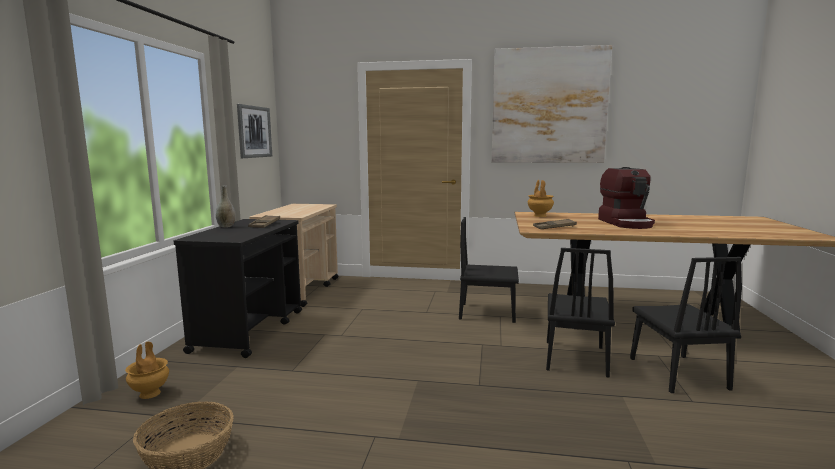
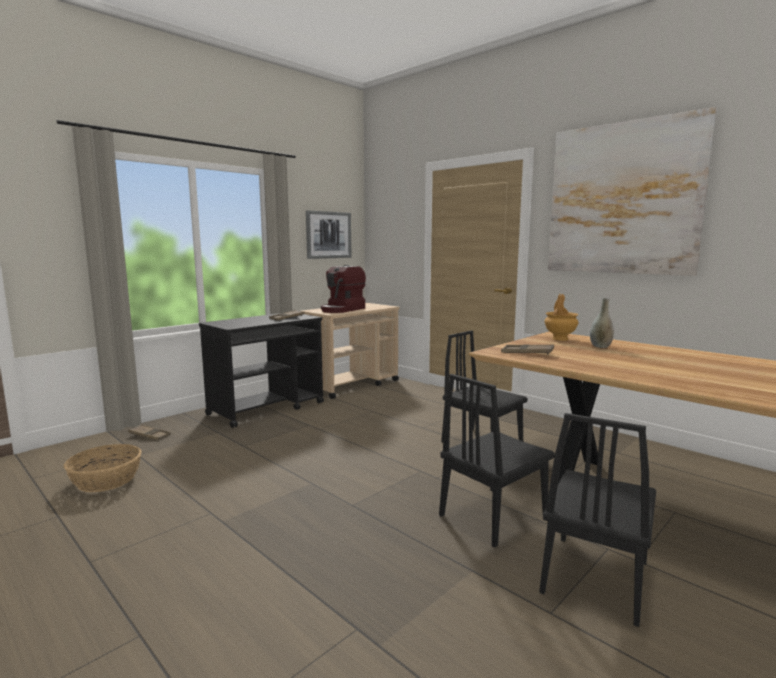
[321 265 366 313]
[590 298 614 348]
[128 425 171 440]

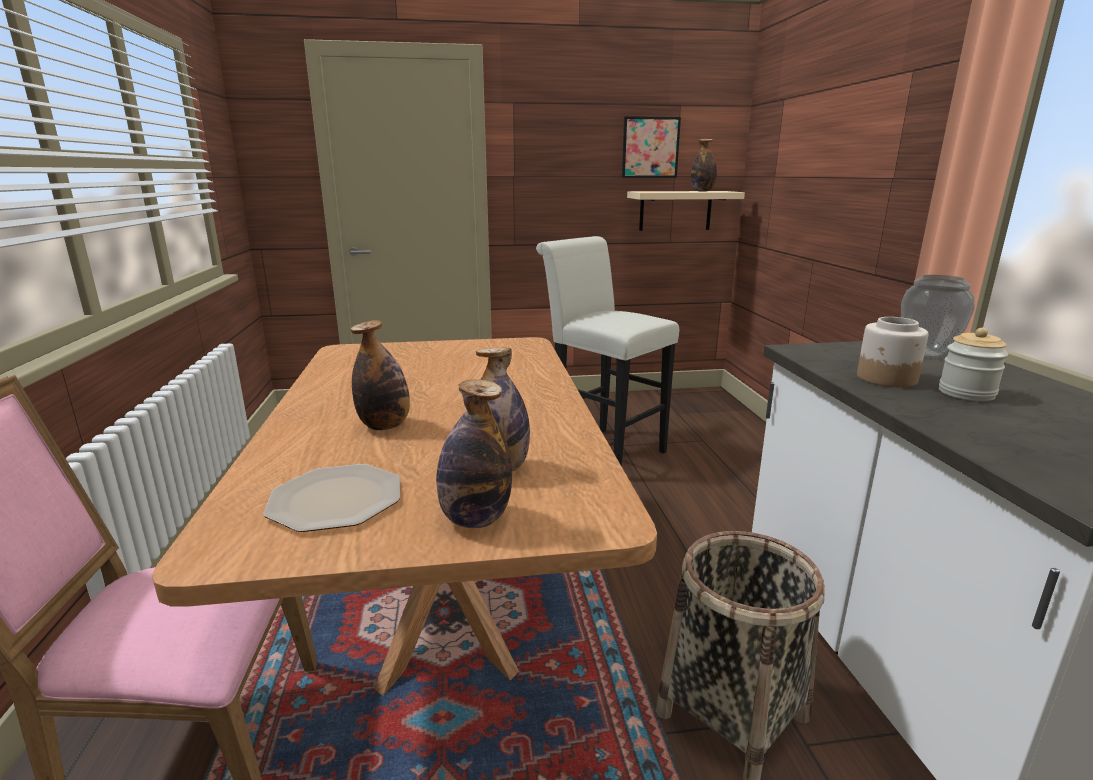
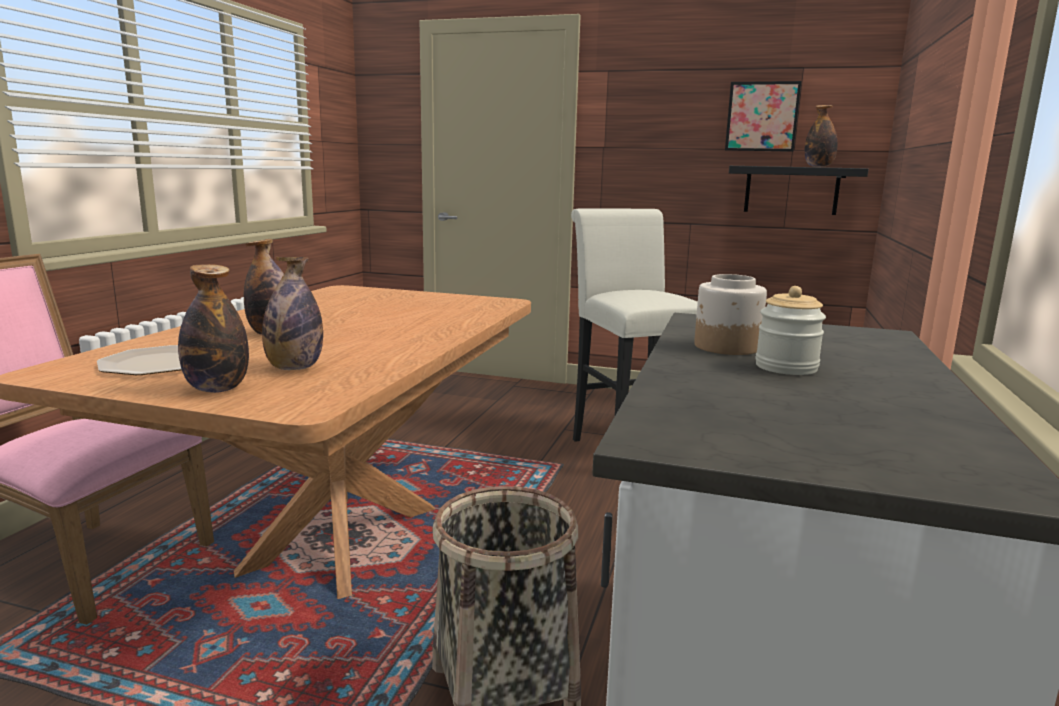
[729 166 868 215]
[901 275 975 357] (first image)

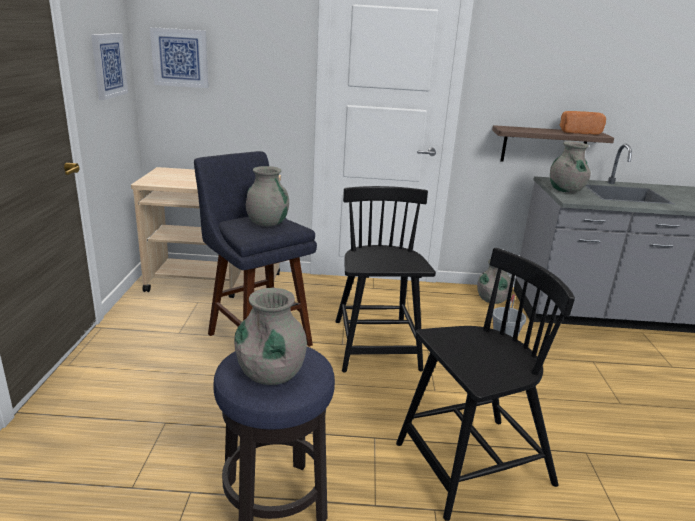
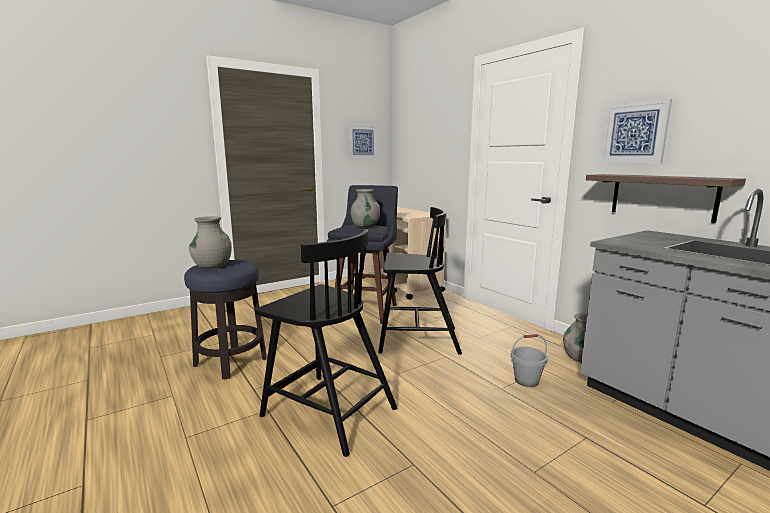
[600 99 672 163]
[560 111 606 135] (first image)
[550 141 591 193] (first image)
[378 207 462 355]

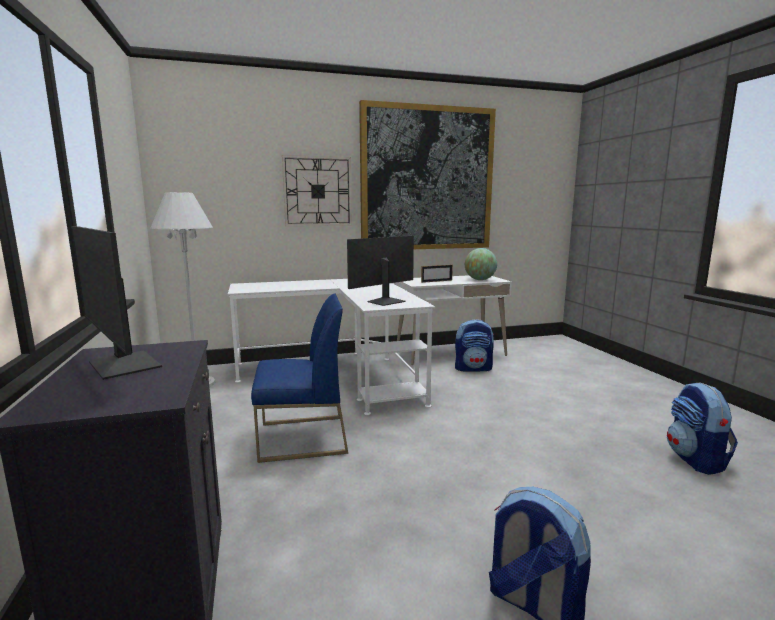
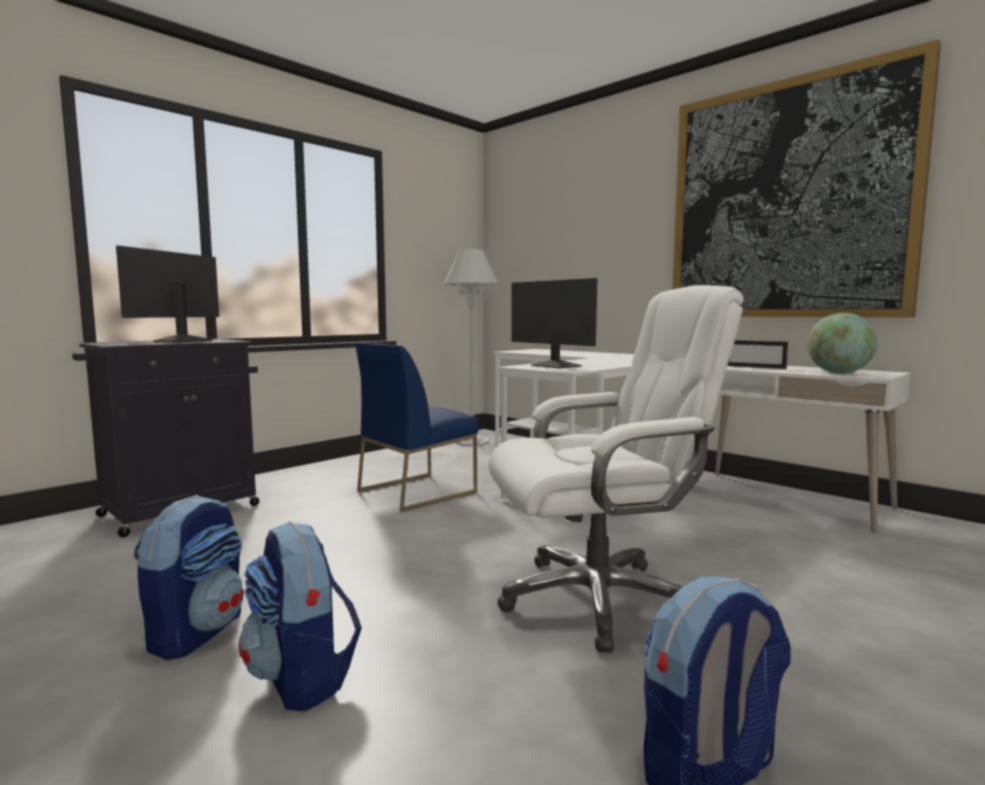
[282 155 352 226] (first image)
[511 278 598 368]
[355 342 478 512]
[239 522 362 711]
[489 285 744 652]

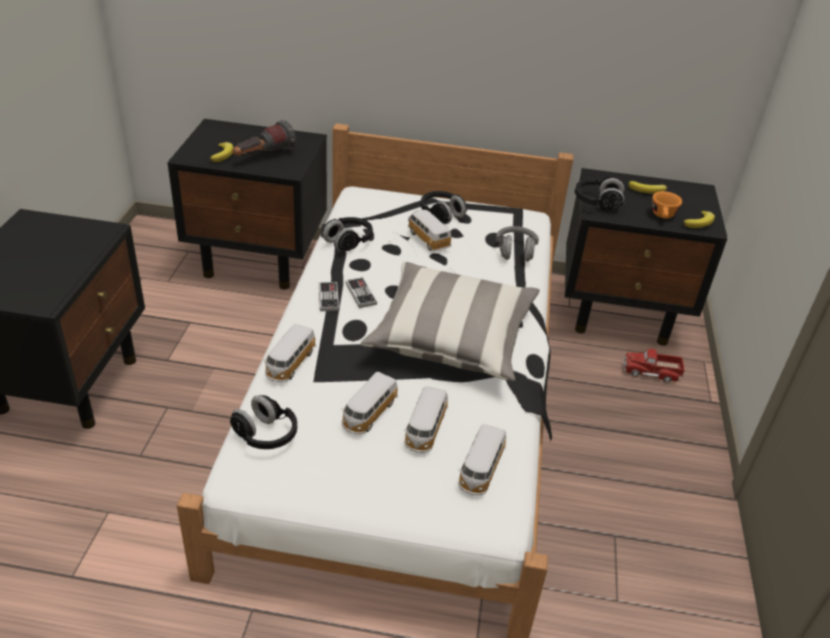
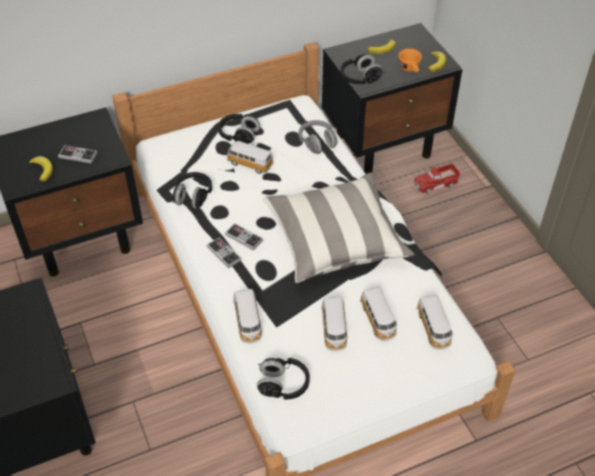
[58 145 98 164]

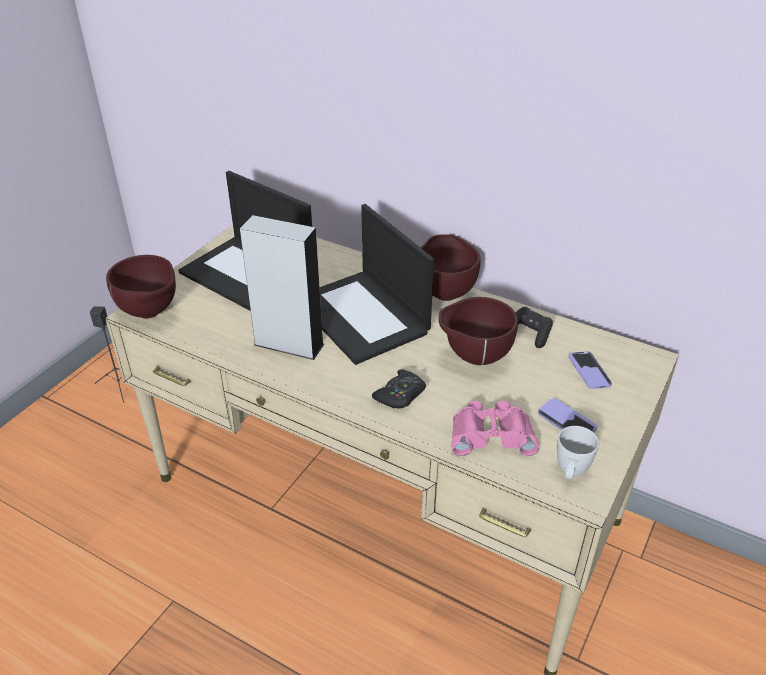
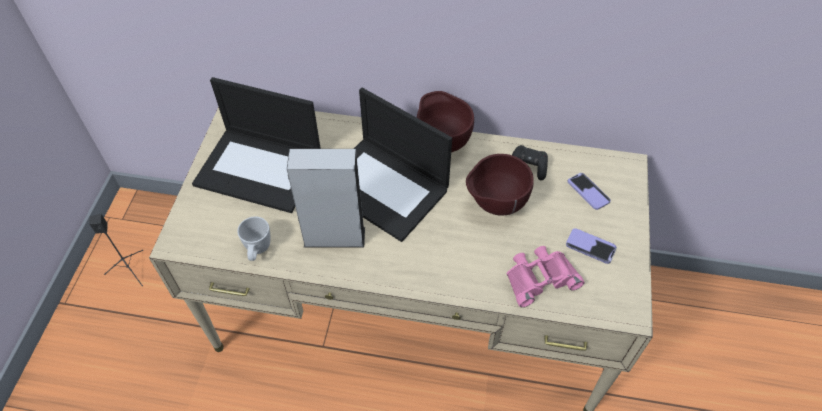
[106 255 176 318] (first image)
[372 369 426 409] (first image)
[237 217 270 261]

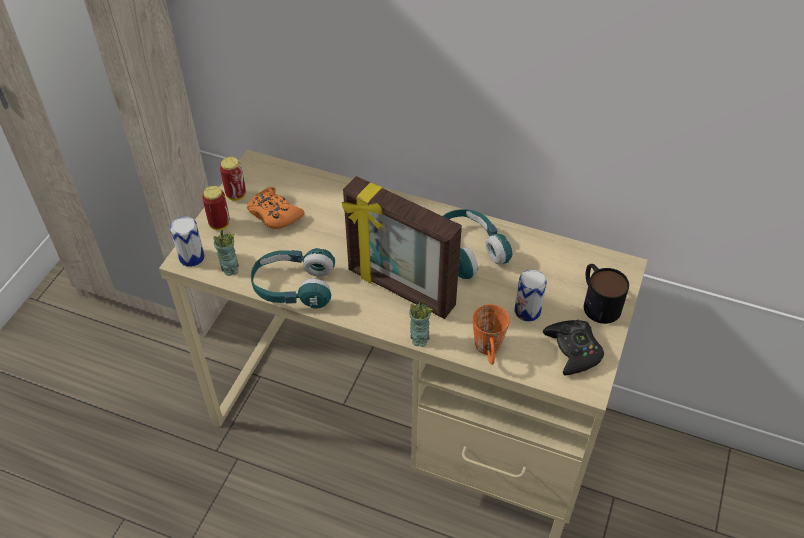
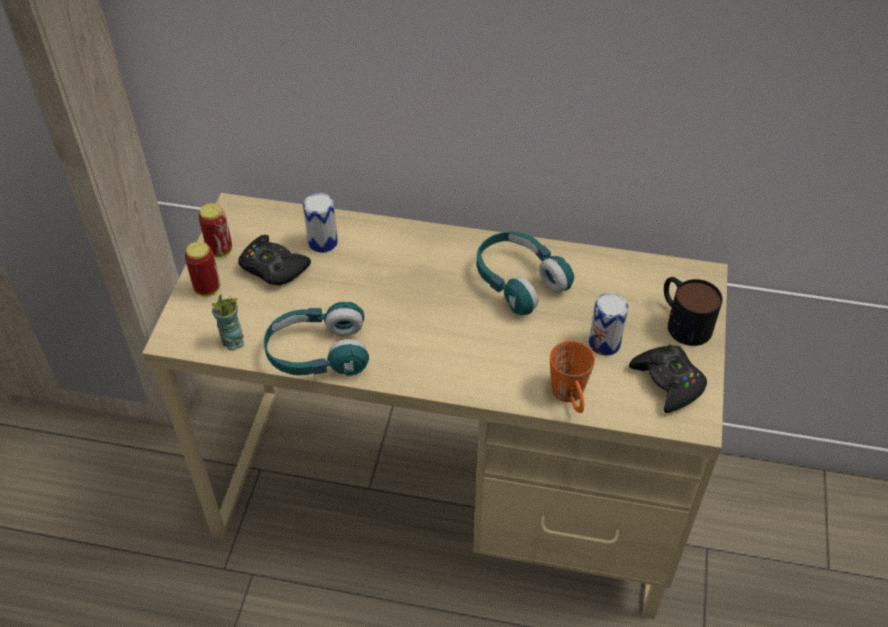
[342 176 462 319] (first image)
[238 235 311 286]
[303 193 338 253]
[409 300 433 347] (first image)

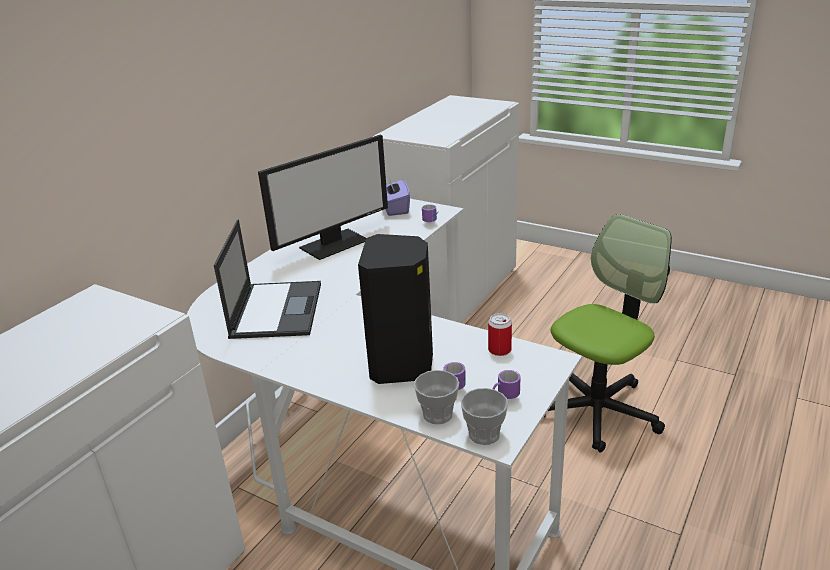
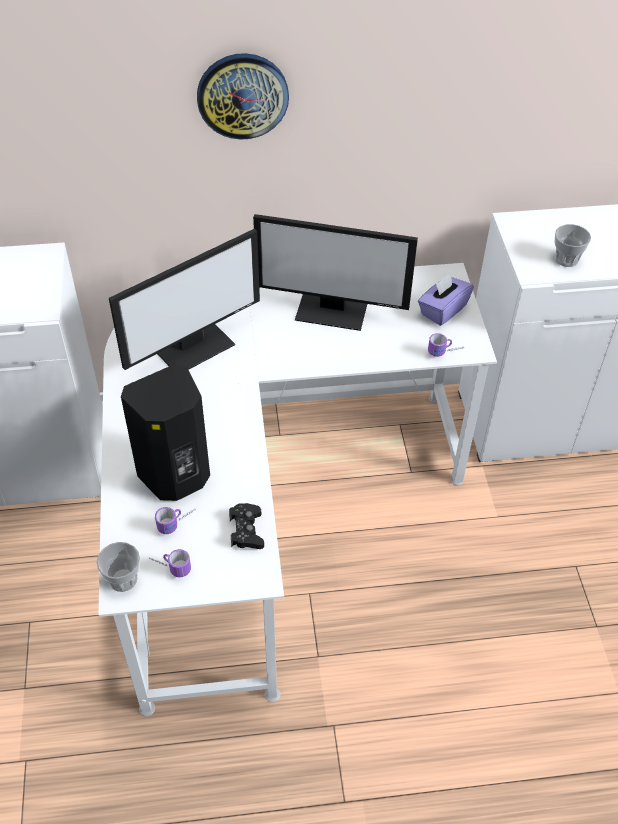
[544 214 672 453] (first image)
[109 229 260 370]
[229 503 264 549]
[554 224 591 267]
[197 53 289 140]

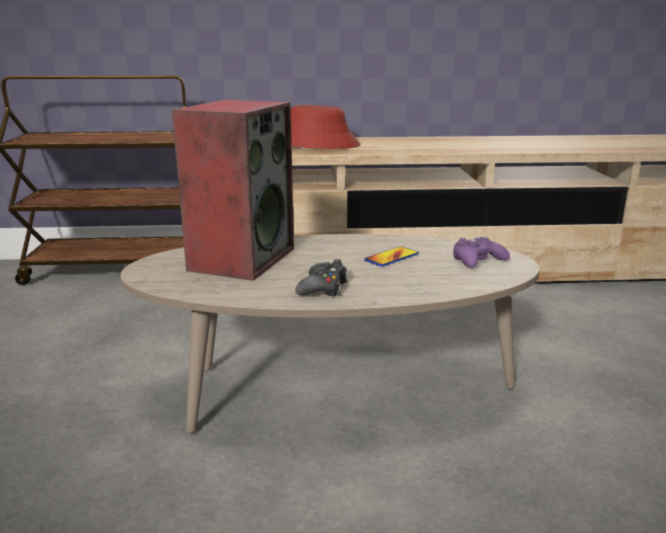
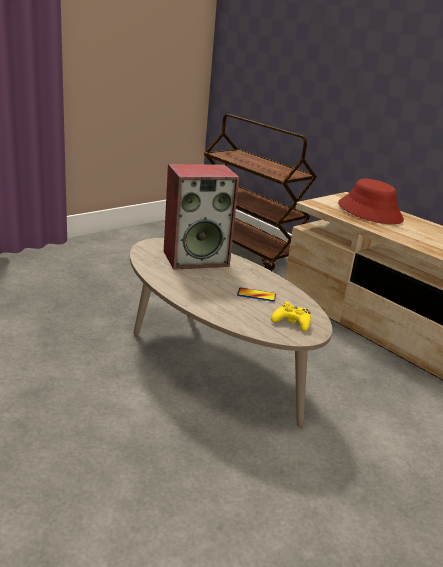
[271 302 311 331]
[295 259 348 297] (first image)

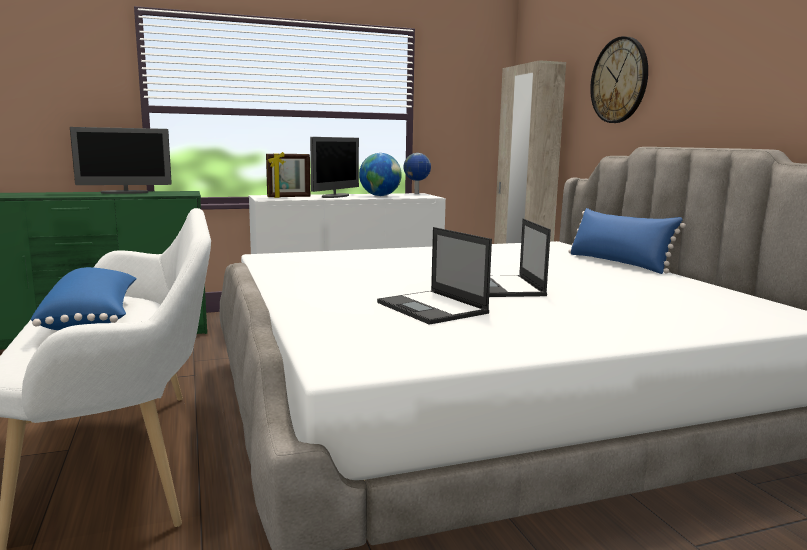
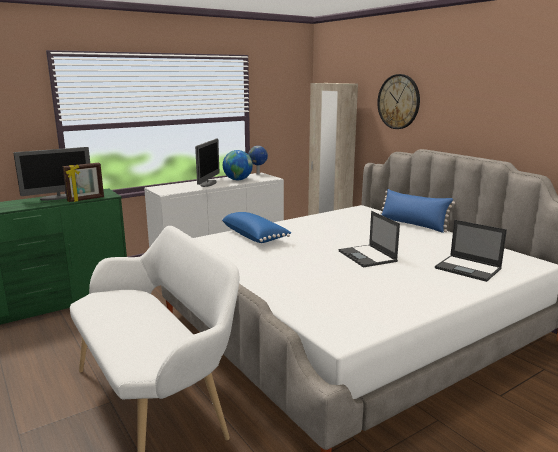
[63 163 104 202]
[435 220 507 282]
[222 212 291 243]

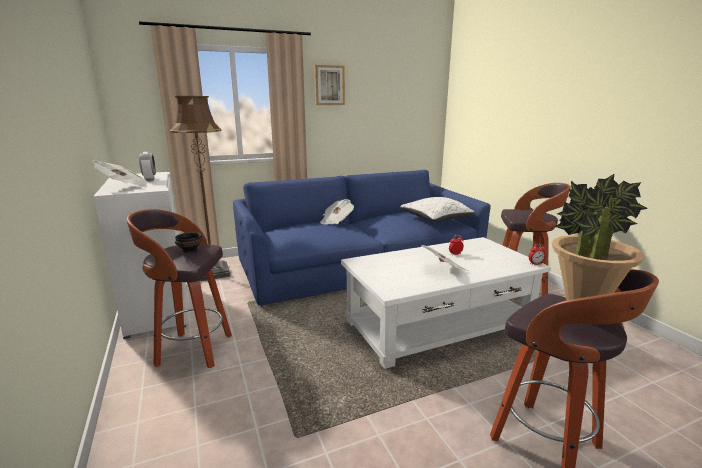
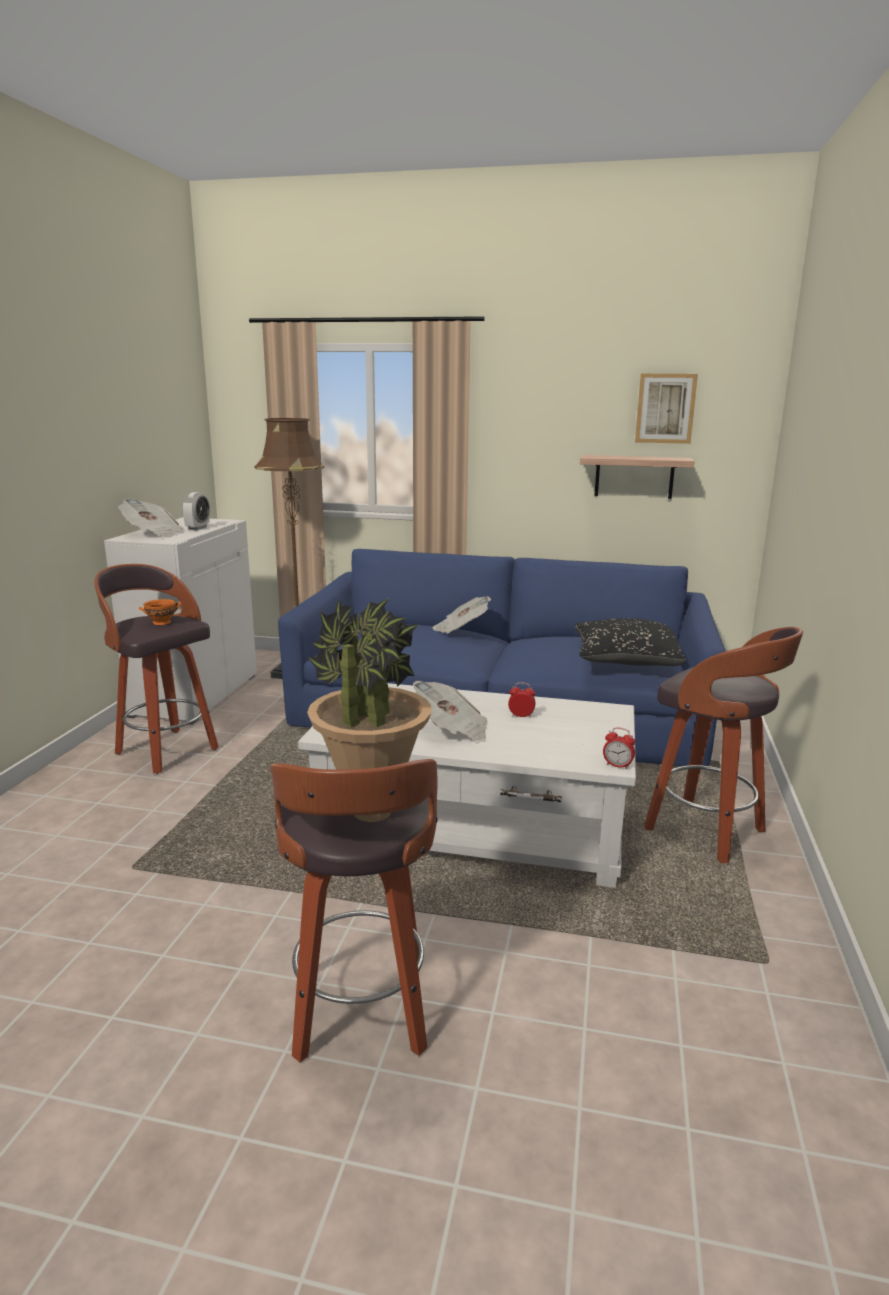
[635 374 698 444]
[575 618 686 666]
[139 599 181 625]
[580 455 695 499]

